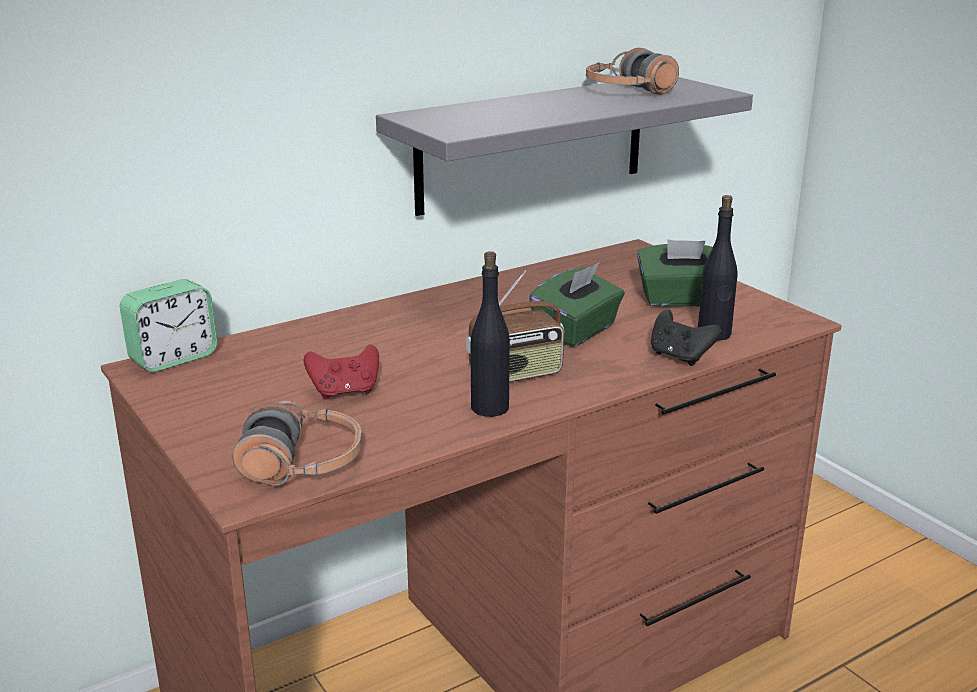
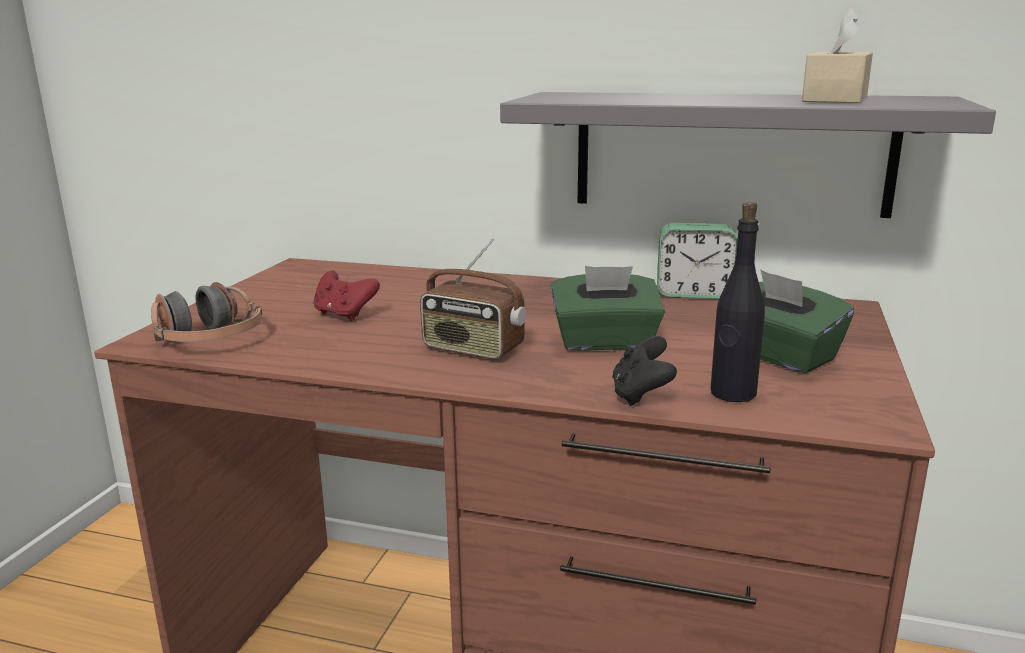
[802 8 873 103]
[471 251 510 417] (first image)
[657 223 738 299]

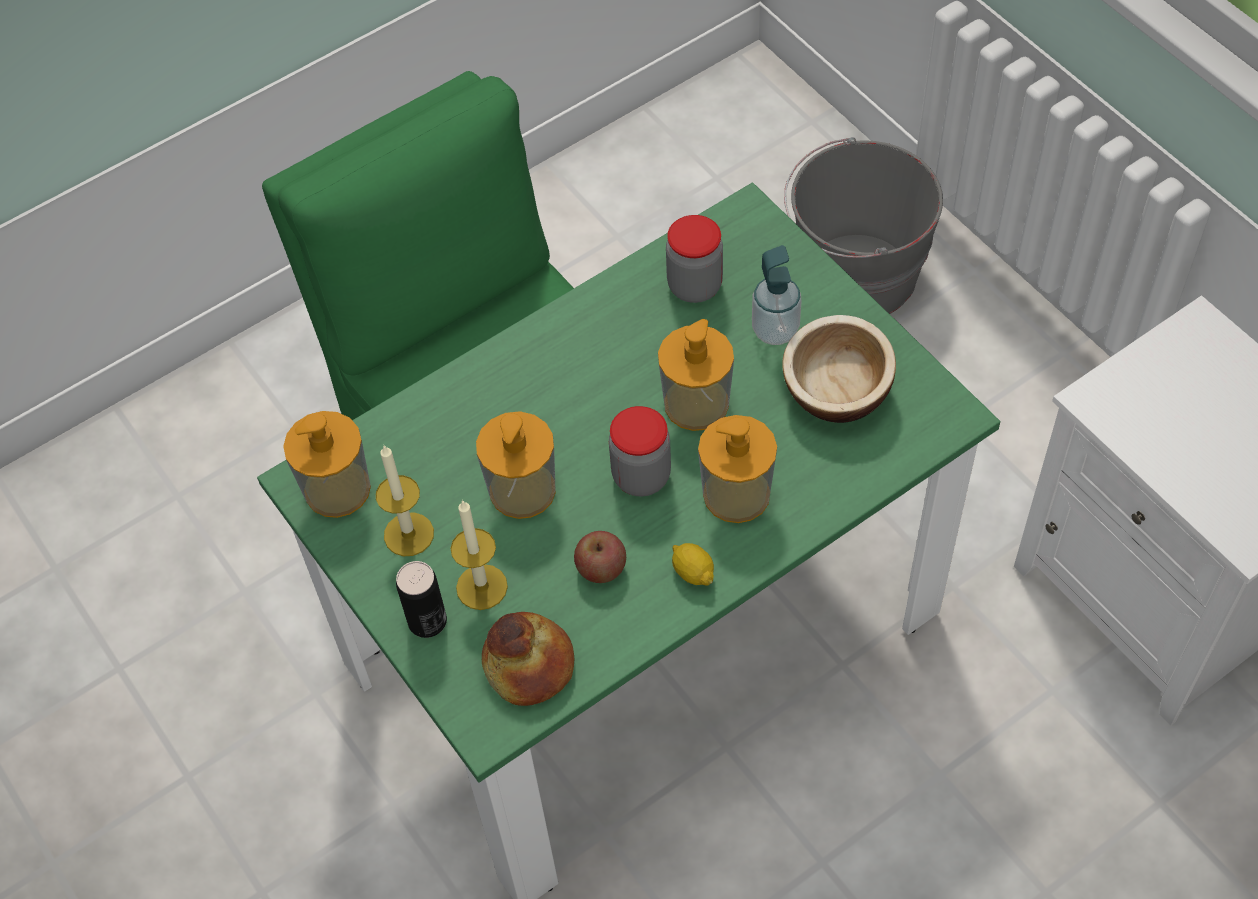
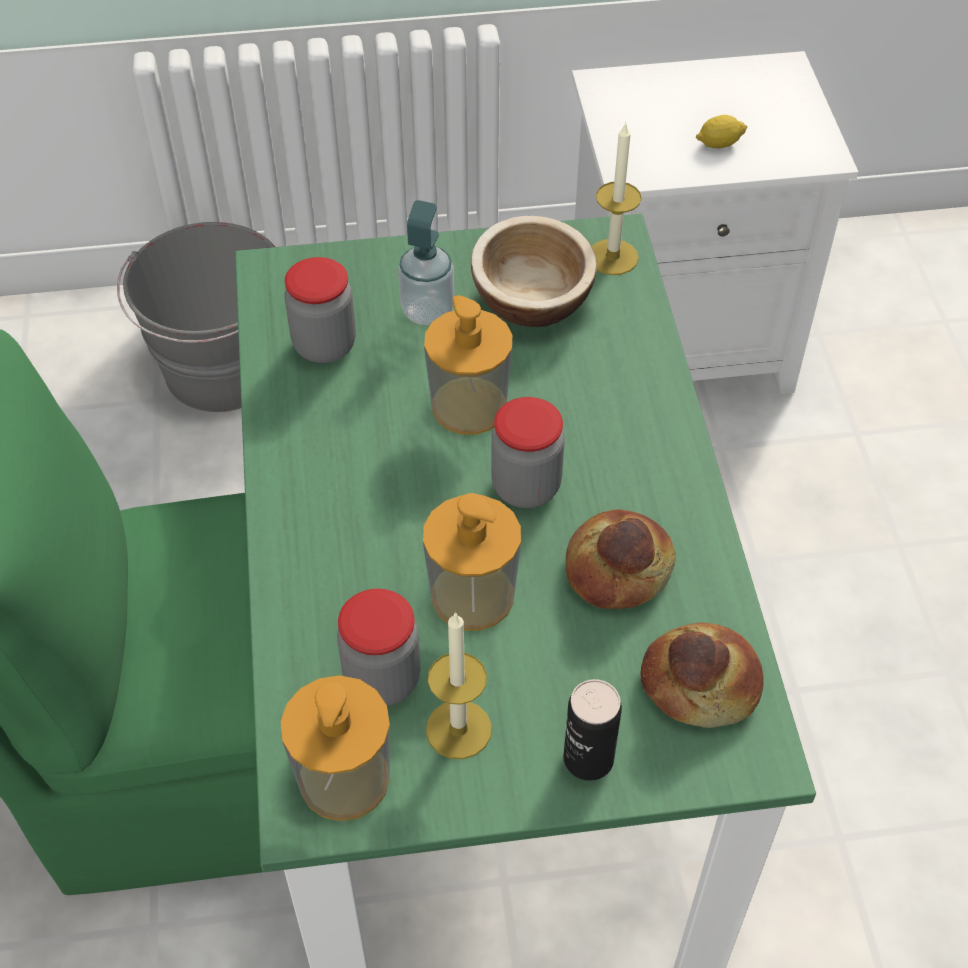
[698 415 777 523] (first image)
[592 121 642 275]
[566 510 676 609]
[696 115 747 148]
[337 589 420 706]

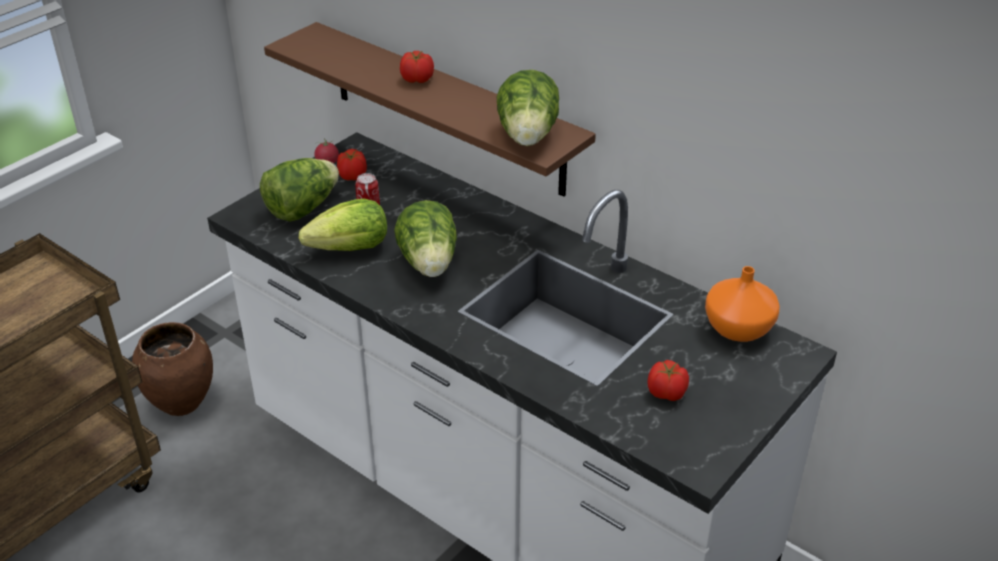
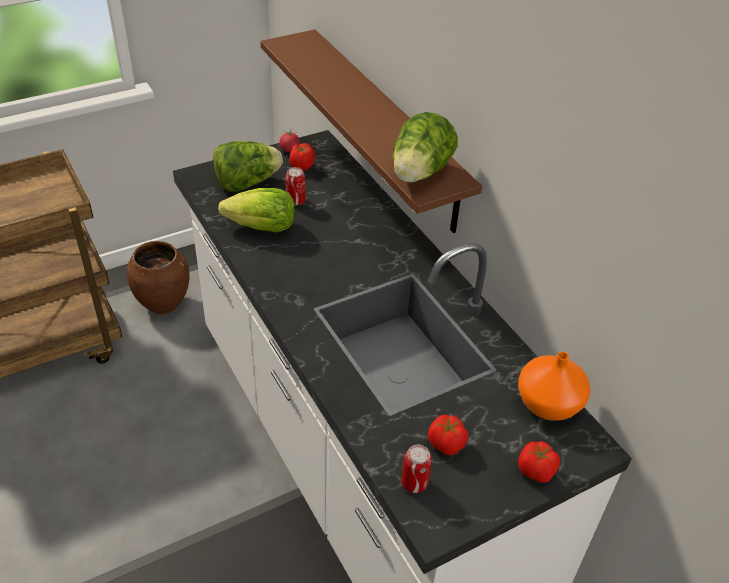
[518 441 560 483]
[394 200 457 277] (first image)
[401 445 432 493]

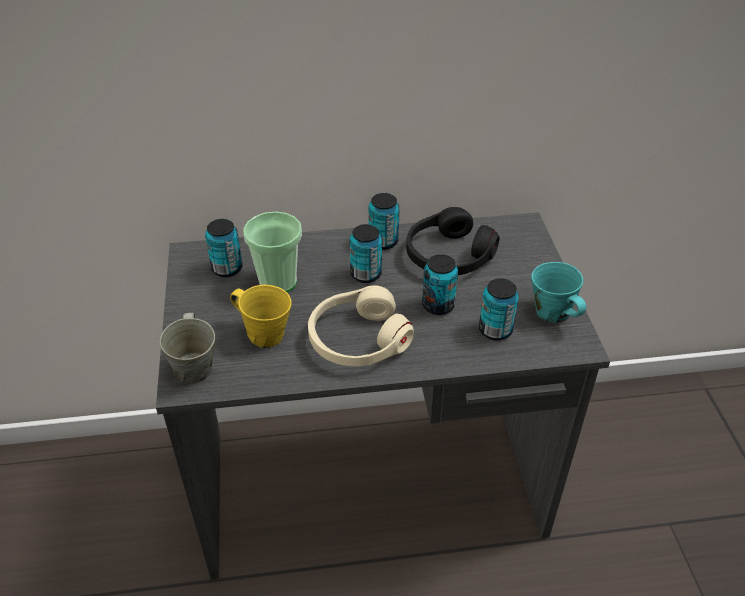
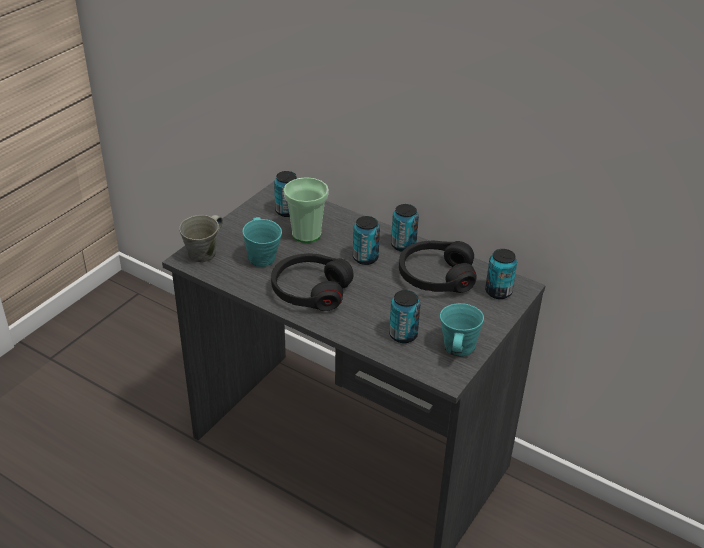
[485 249 517 299]
[243 217 282 267]
[271 253 353 311]

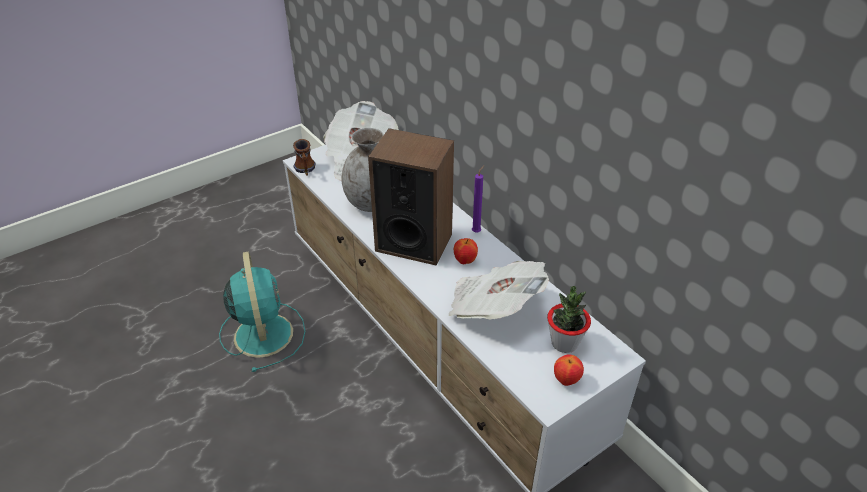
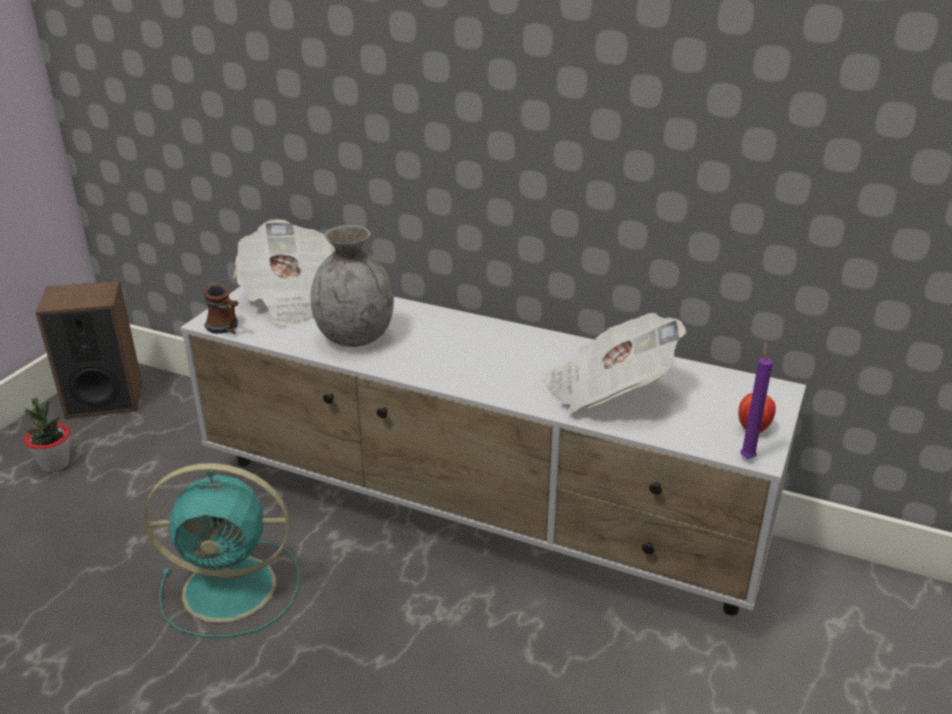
[36 281 142 419]
[740 342 773 459]
[454 238 478 264] (first image)
[144 463 300 637]
[24 398 70 472]

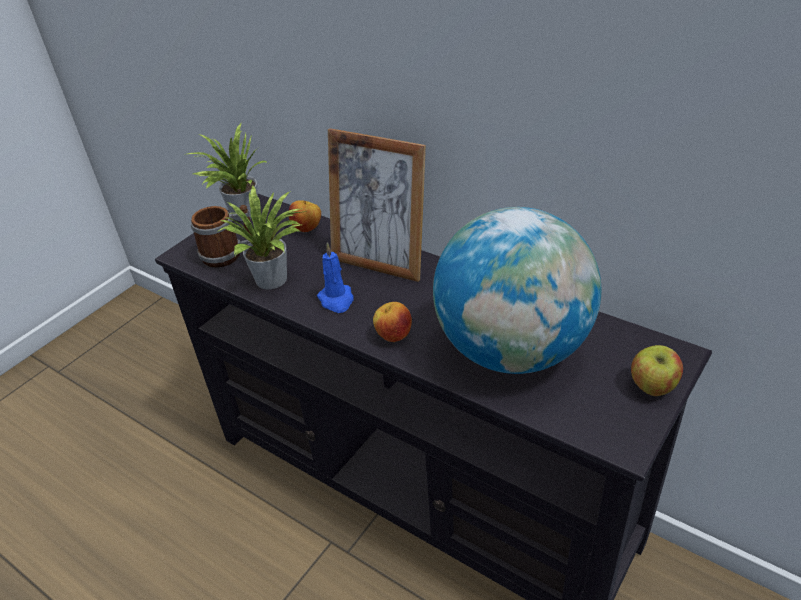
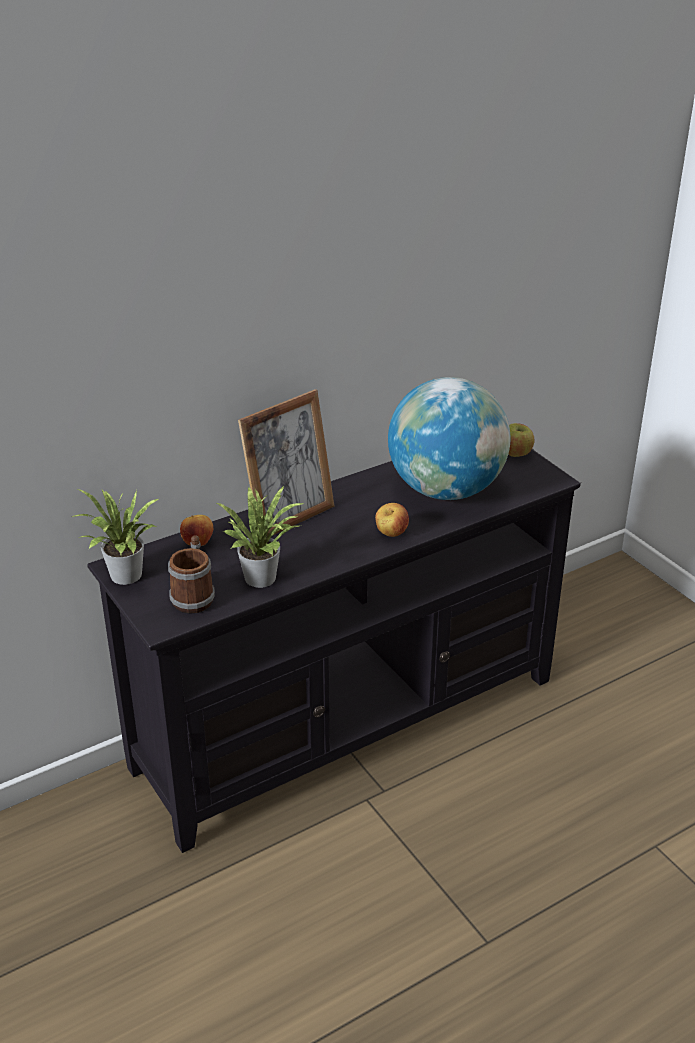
[317 243 353 313] (first image)

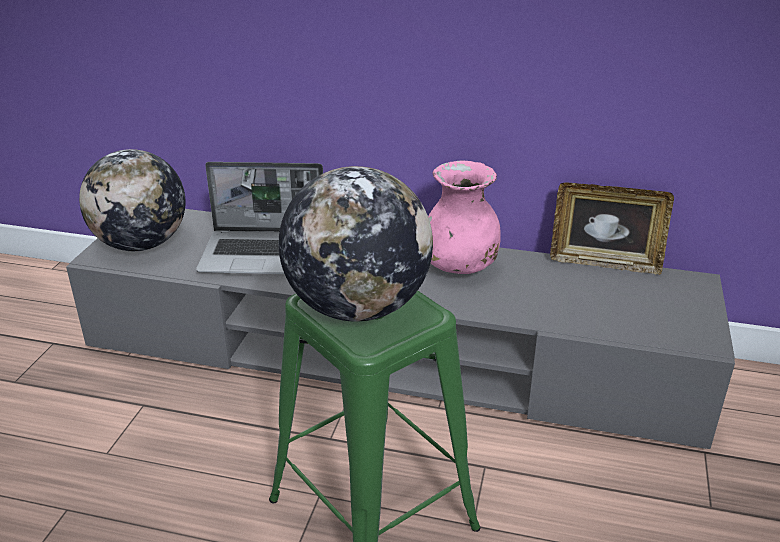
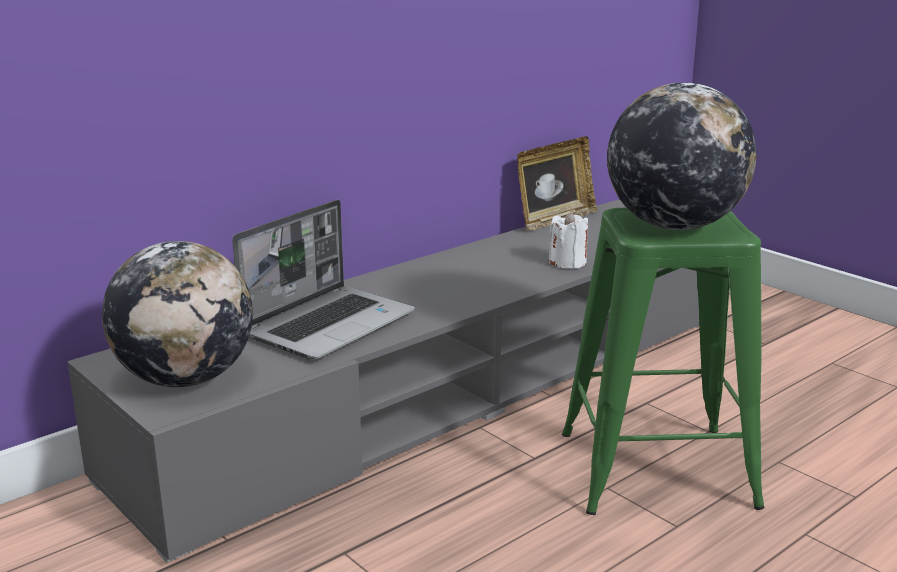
[428 161 501 274] (first image)
[548 211 588 269]

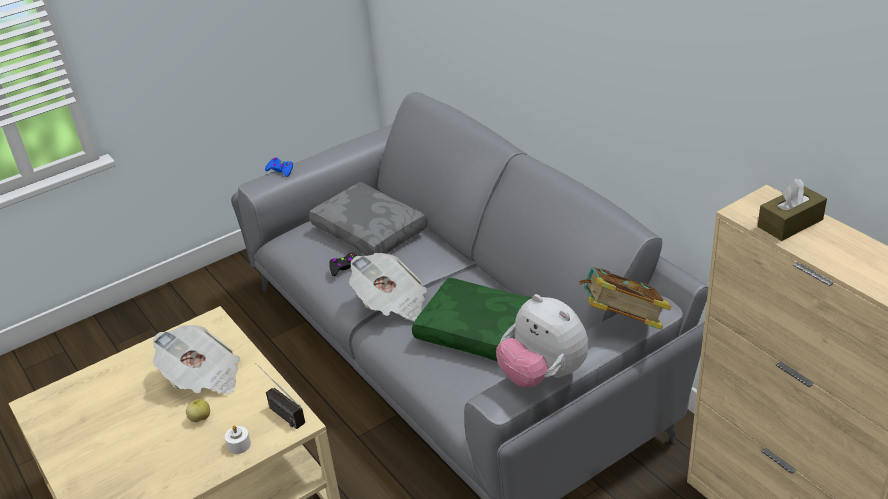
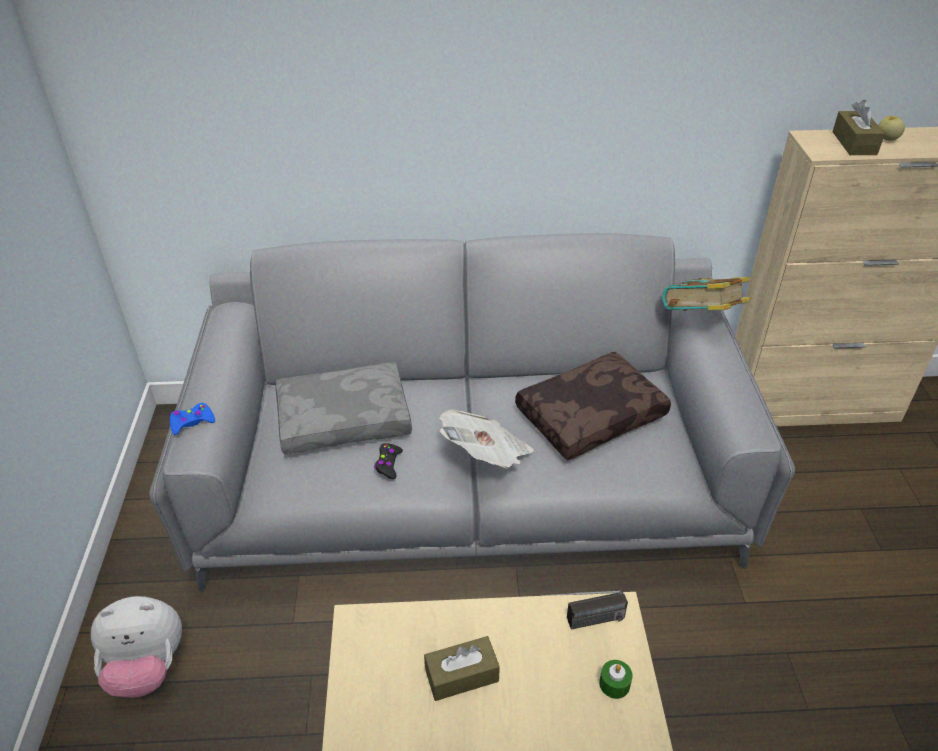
[515 352 671 461]
[91 596 182 698]
[424 636 500 701]
[878 116 905 141]
[599 660 633 699]

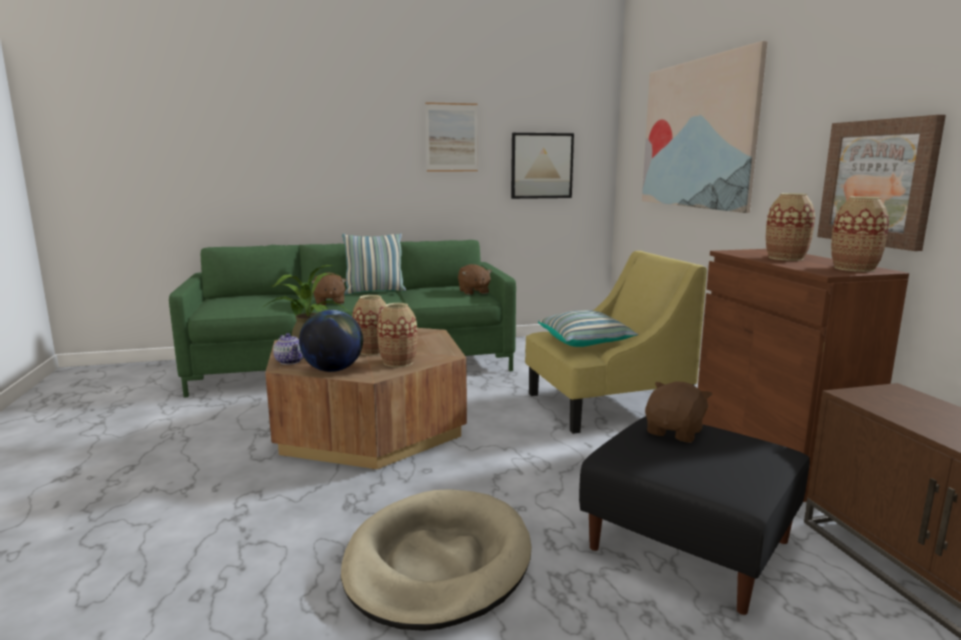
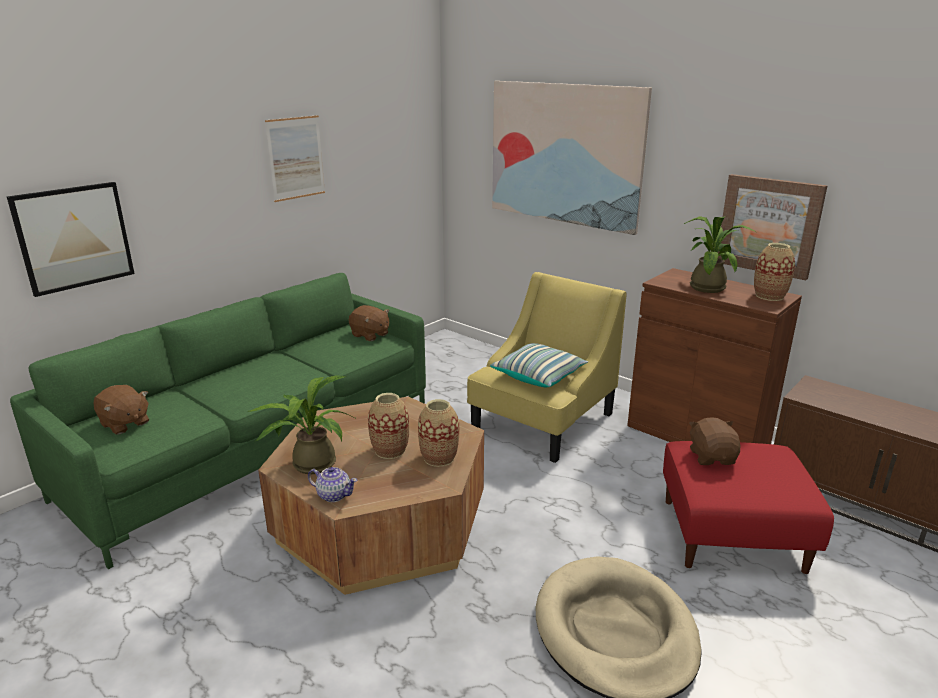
[7 182 135 297]
[684 216 756 293]
[342 233 406 295] (first image)
[94 385 149 435]
[299 310 363 372] (first image)
[663 441 834 574]

